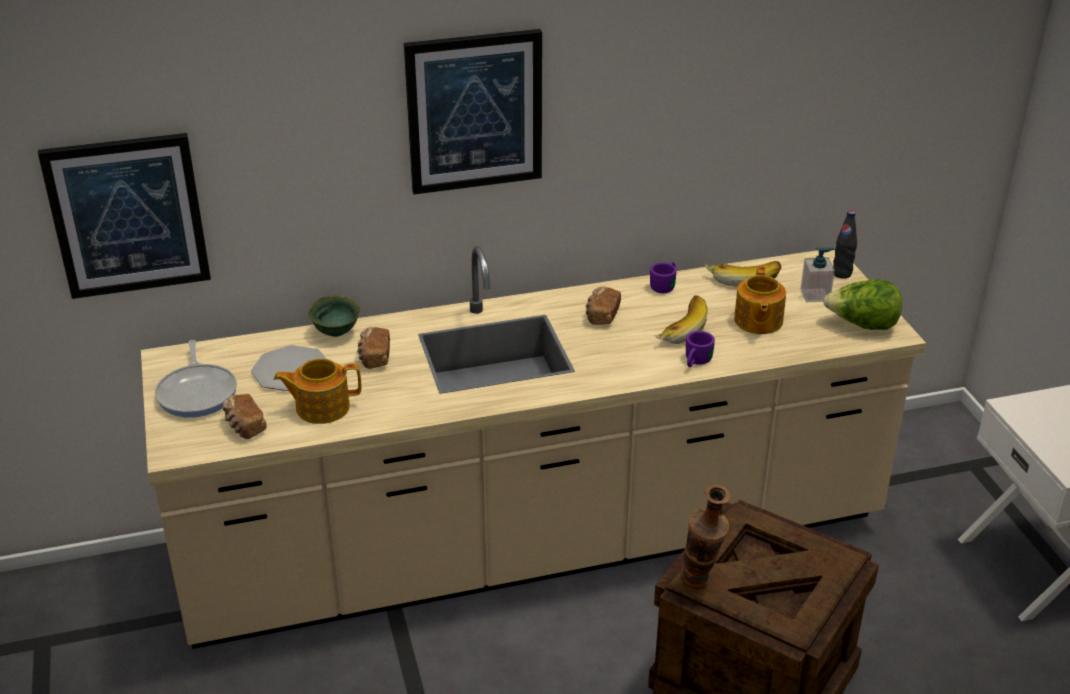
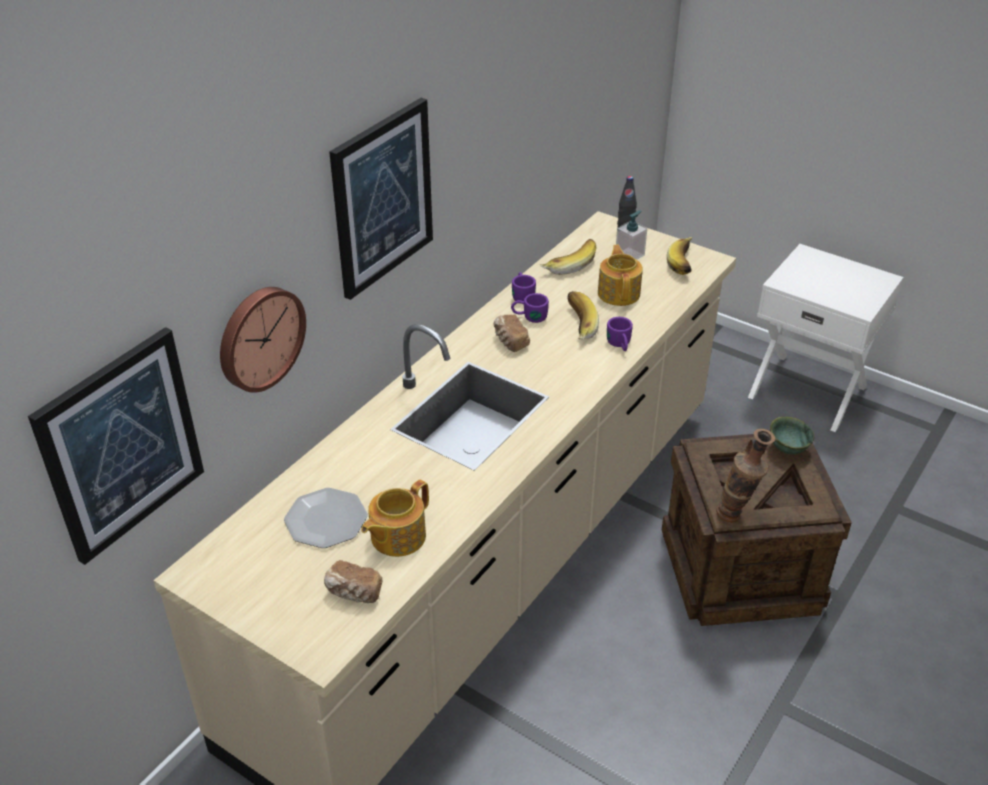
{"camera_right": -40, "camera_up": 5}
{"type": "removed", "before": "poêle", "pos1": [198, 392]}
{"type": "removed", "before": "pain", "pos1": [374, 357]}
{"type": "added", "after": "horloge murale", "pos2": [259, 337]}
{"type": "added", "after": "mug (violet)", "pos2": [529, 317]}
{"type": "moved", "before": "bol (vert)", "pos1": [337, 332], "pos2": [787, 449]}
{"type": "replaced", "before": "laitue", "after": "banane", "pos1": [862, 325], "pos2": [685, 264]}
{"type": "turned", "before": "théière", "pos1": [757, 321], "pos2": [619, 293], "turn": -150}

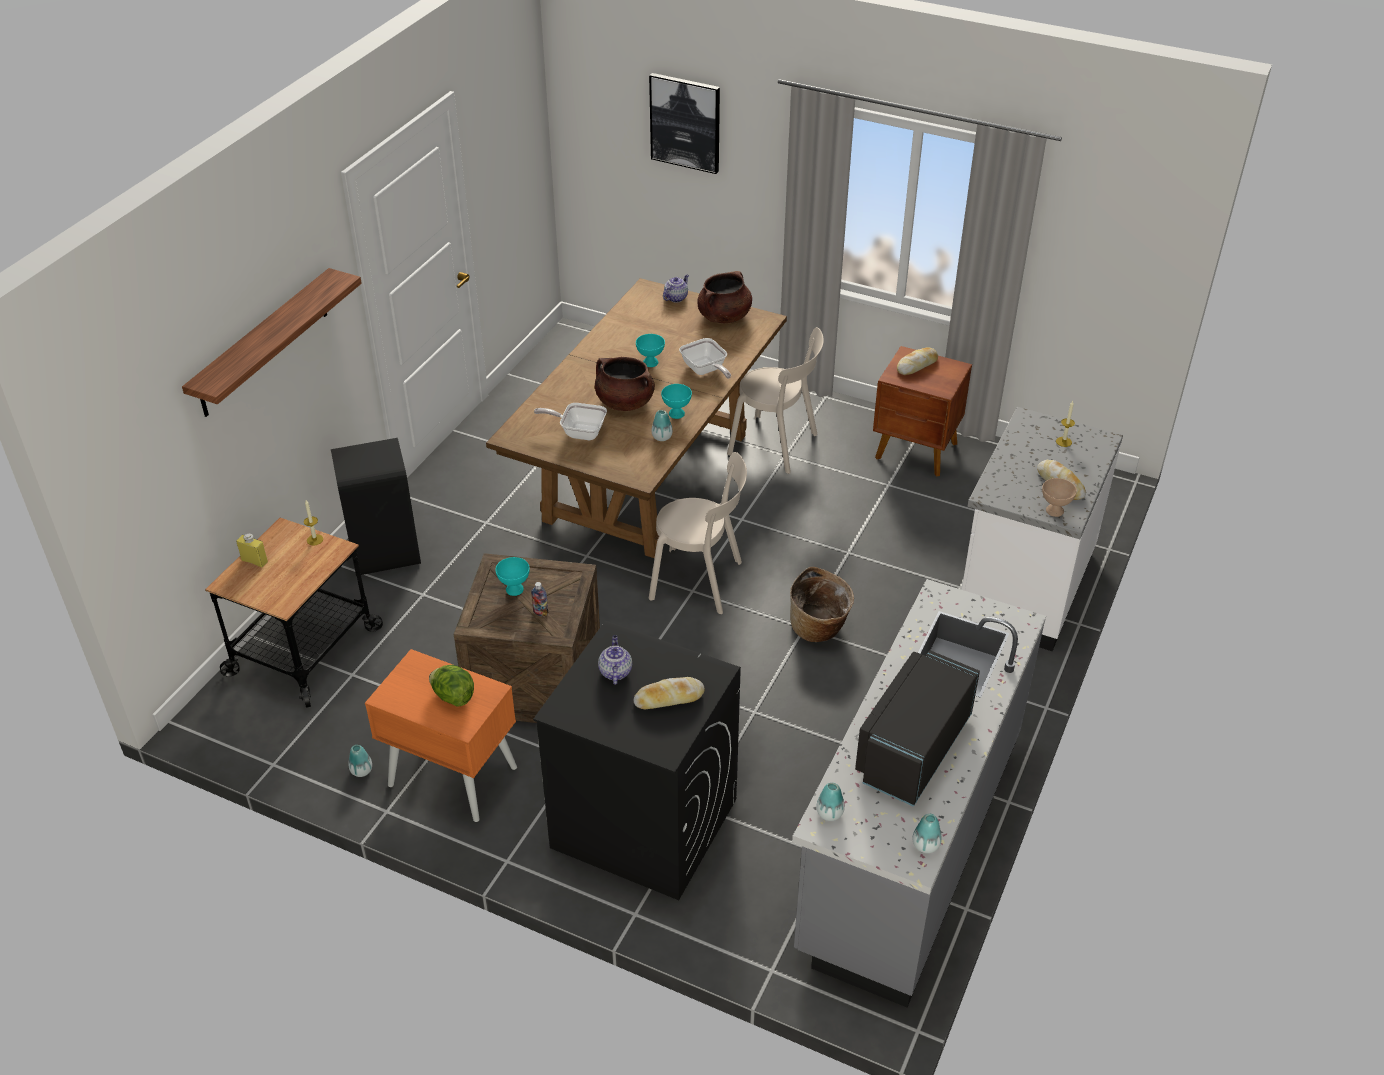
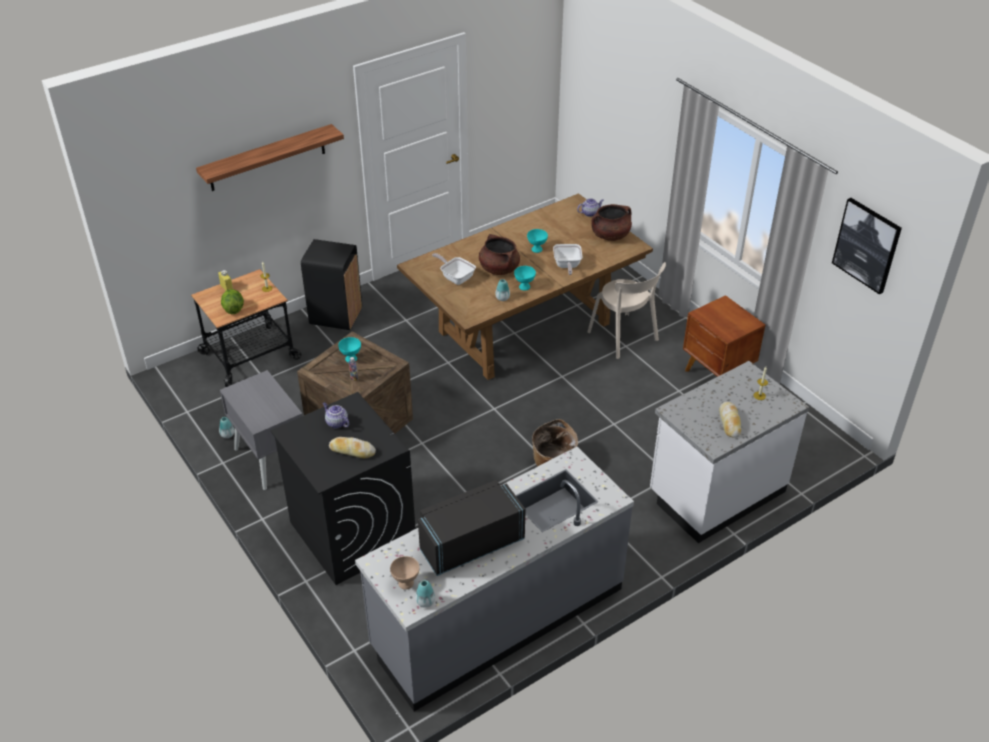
{"camera_right": 30, "camera_up": 0}
{"type": "removed", "before": "chaise (beige)", "pos1": [700, 581]}
{"type": "removed", "before": "vase", "pos1": [829, 813]}
{"type": "removed", "before": "pain", "pos1": [917, 365]}
{"type": "moved", "before": "laitue", "pos1": [453, 696], "pos2": [233, 309]}
{"type": "moved", "before": "tableau", "pos1": [685, 122], "pos2": [867, 245]}
{"type": "moved", "before": "bol (beige)", "pos1": [1054, 510], "pos2": [405, 583]}
{"type": "recoloured", "before": "table de chevet (orange)", "after": "table de chevet (gris)", "pos1": [451, 776], "pos2": [271, 458]}
{"type": "turned", "before": "théière", "pos1": [615, 671], "pos2": [336, 423], "turn": -75}

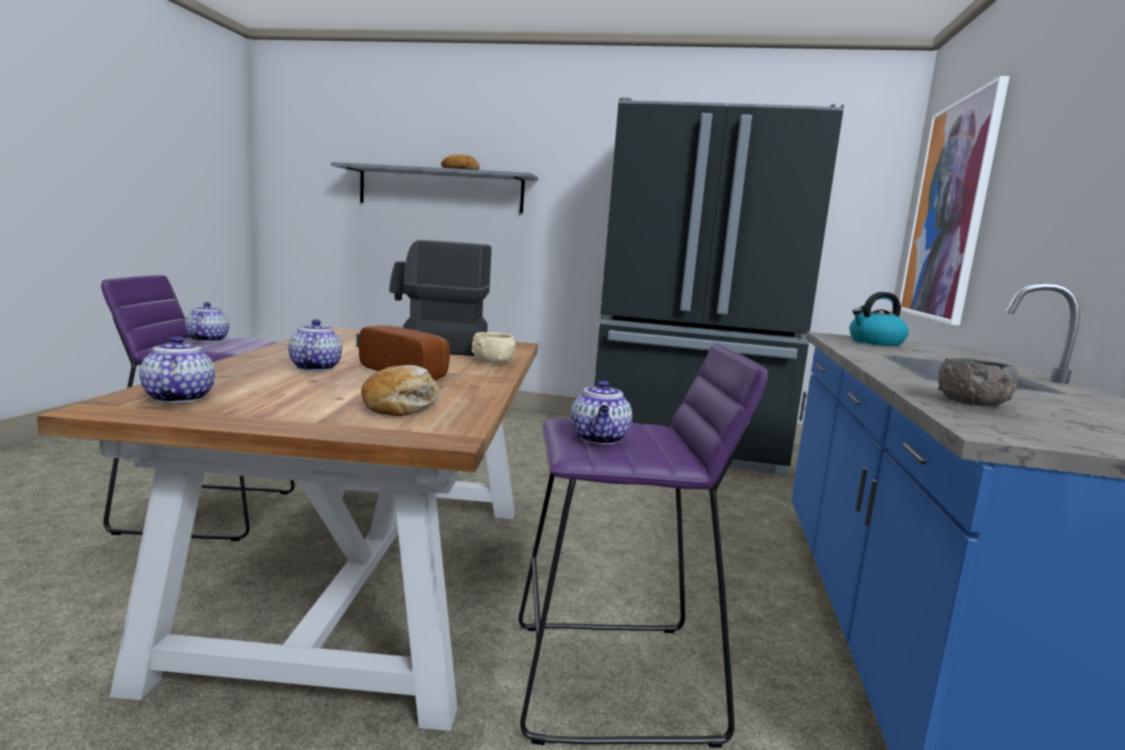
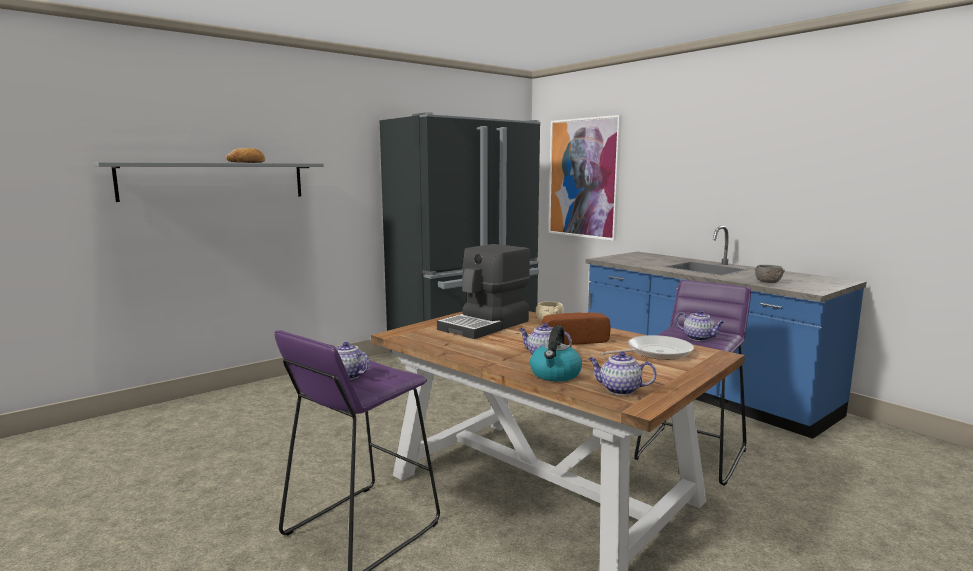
{"camera_right": -50, "camera_up": 0}
{"type": "moved", "before": "bouilloire", "pos1": [875, 342], "pos2": [555, 374]}
{"type": "replaced", "before": "pain", "after": "poêle", "pos1": [402, 405], "pos2": [655, 352]}

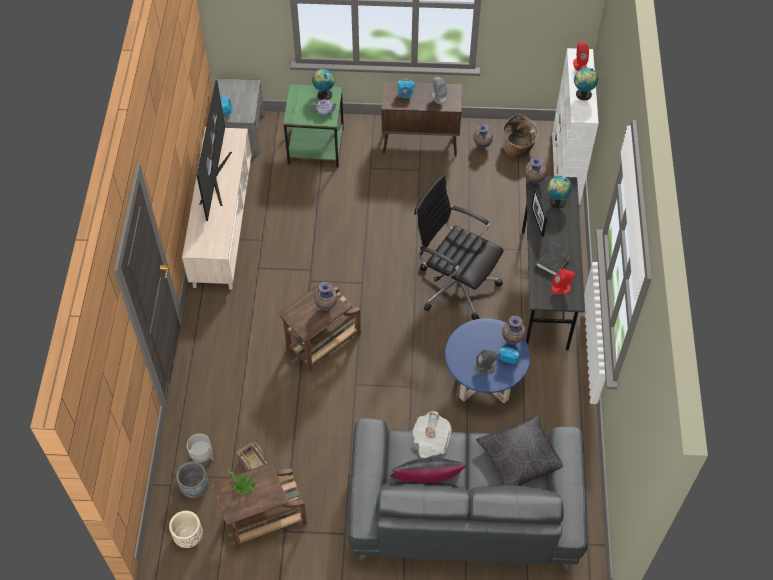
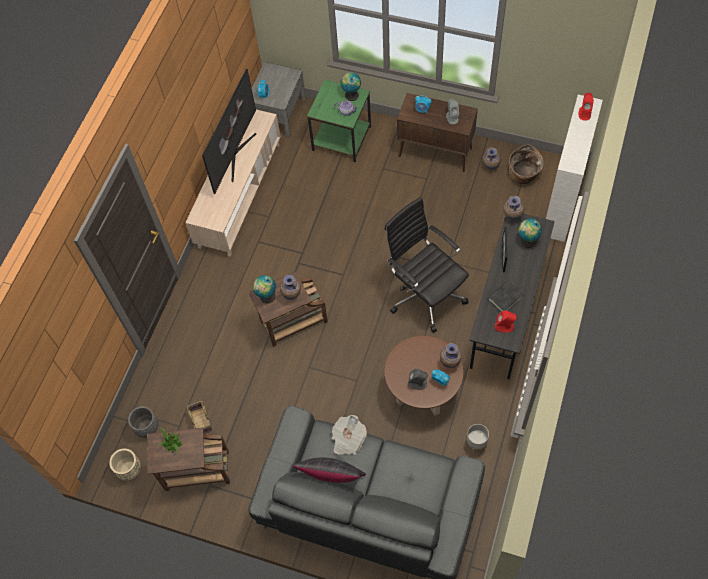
{"camera_right": 20, "camera_up": 5}
{"type": "removed", "before": "coussin (noir)", "pos1": [520, 459]}
{"type": "moved", "before": "cache-pot (gris)", "pos1": [202, 458], "pos2": [475, 444]}
{"type": "moved", "before": "globe", "pos1": [582, 95], "pos2": [266, 297]}
{"type": "recoloured", "before": "table basse (bleu)", "after": "table basse (marron)", "pos1": [483, 382], "pos2": [422, 391]}

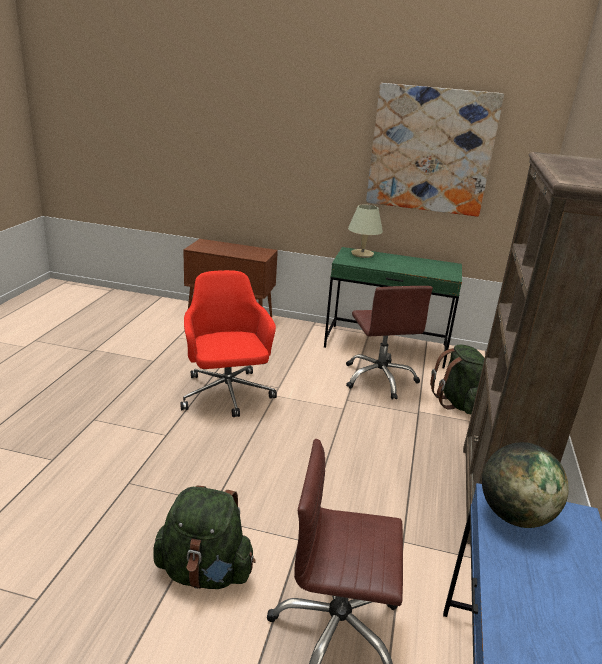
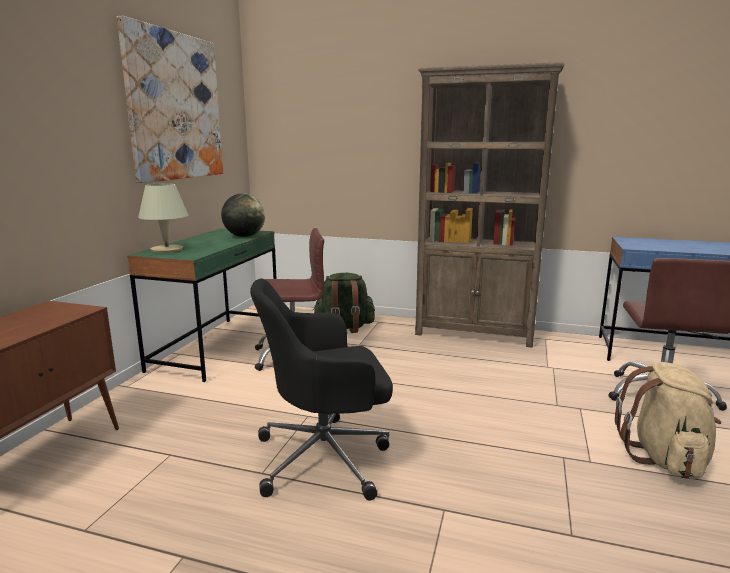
{"camera_right": -85, "camera_up": -10}
{"type": "moved", "before": "globe", "pos1": [514, 515], "pos2": [244, 236]}
{"type": "recoloured", "before": "sac à dos (vert)", "after": "sac à dos (beige)", "pos1": [205, 572], "pos2": [664, 458]}
{"type": "recoloured", "before": "chaise de bureau (rouge)", "after": "chaise de bureau (noir)", "pos1": [226, 395], "pos2": [326, 457]}

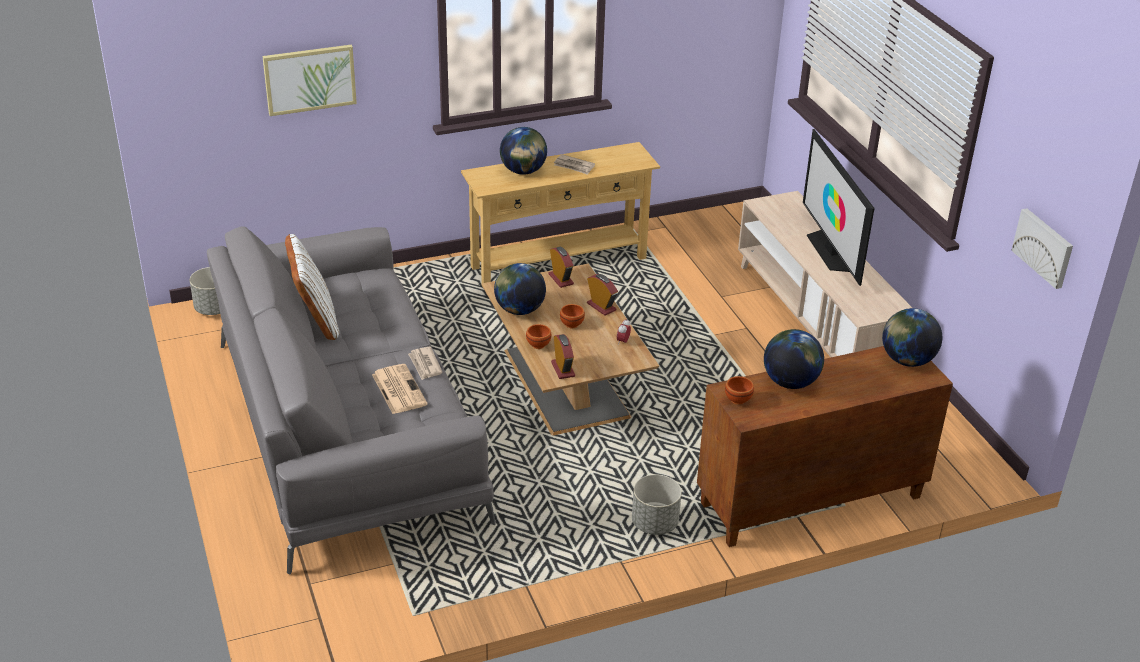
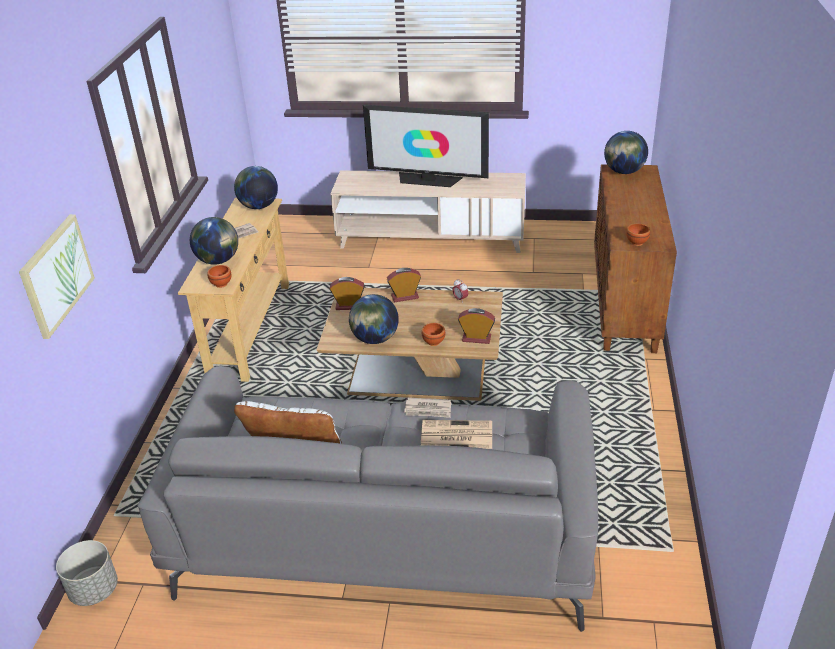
{"camera_right": -60, "camera_up": 0}
{"type": "removed", "before": "cache-pot (gris)", "pos1": [655, 523]}
{"type": "removed", "before": "tableau", "pos1": [1044, 247]}
{"type": "moved", "before": "bol (marron)", "pos1": [572, 324], "pos2": [221, 284]}
{"type": "moved", "before": "globe", "pos1": [790, 382], "pos2": [258, 206]}

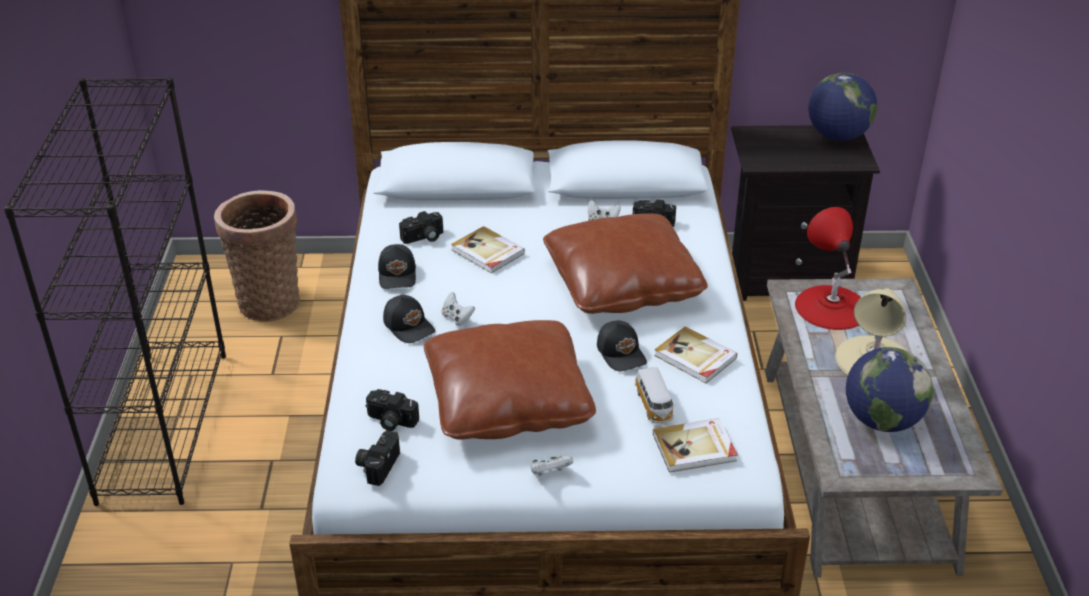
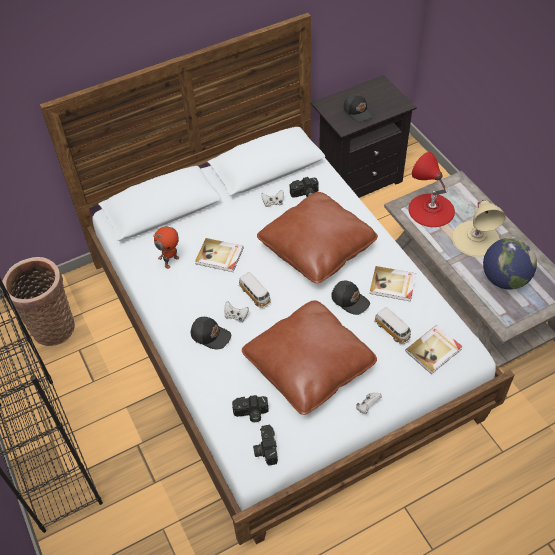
{"camera_right": -25, "camera_up": 15}
{"type": "removed", "before": "globe", "pos1": [837, 136]}
{"type": "added", "after": "petite voiture", "pos2": [255, 295]}
{"type": "moved", "before": "casquette (noir)", "pos1": [398, 275], "pos2": [358, 111]}
{"type": "replaced", "before": "appareil photo", "after": "robot jouet", "pos1": [423, 238], "pos2": [171, 261]}

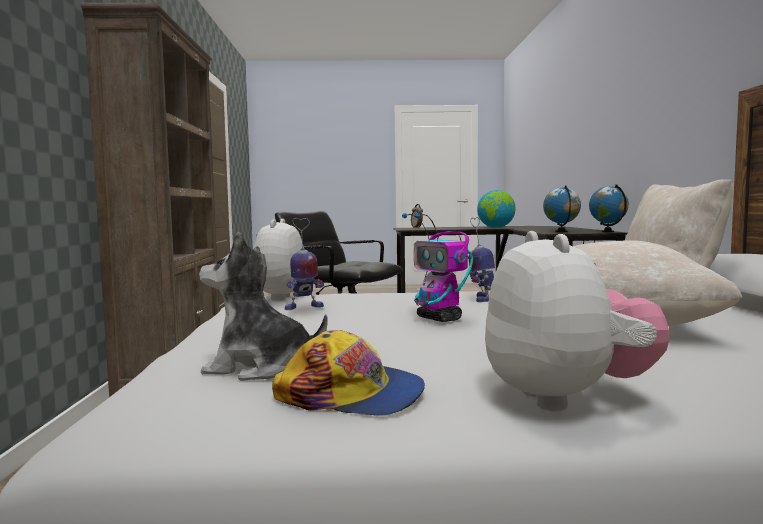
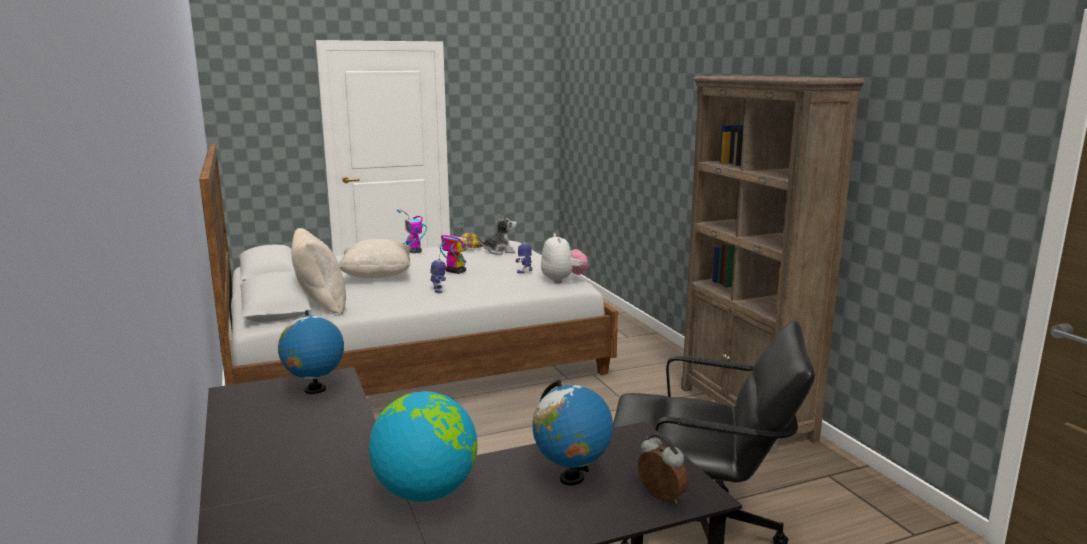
{"camera_right": 160, "camera_up": 10}
{"type": "moved", "before": "globe", "pos1": [608, 232], "pos2": [571, 478]}
{"type": "replaced", "before": "peluche", "after": "robot jouet", "pos1": [566, 398], "pos2": [414, 251]}

